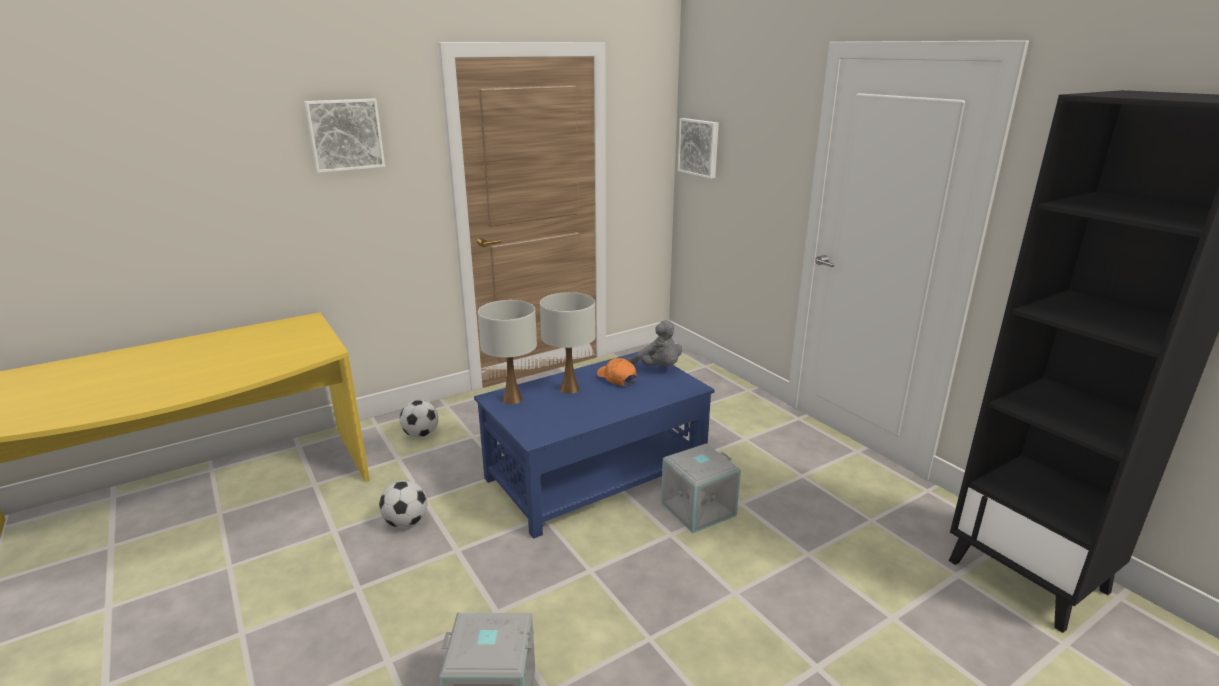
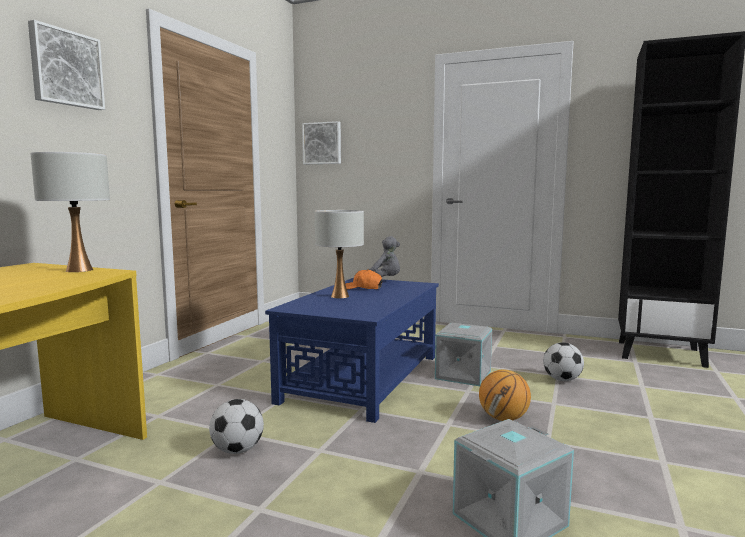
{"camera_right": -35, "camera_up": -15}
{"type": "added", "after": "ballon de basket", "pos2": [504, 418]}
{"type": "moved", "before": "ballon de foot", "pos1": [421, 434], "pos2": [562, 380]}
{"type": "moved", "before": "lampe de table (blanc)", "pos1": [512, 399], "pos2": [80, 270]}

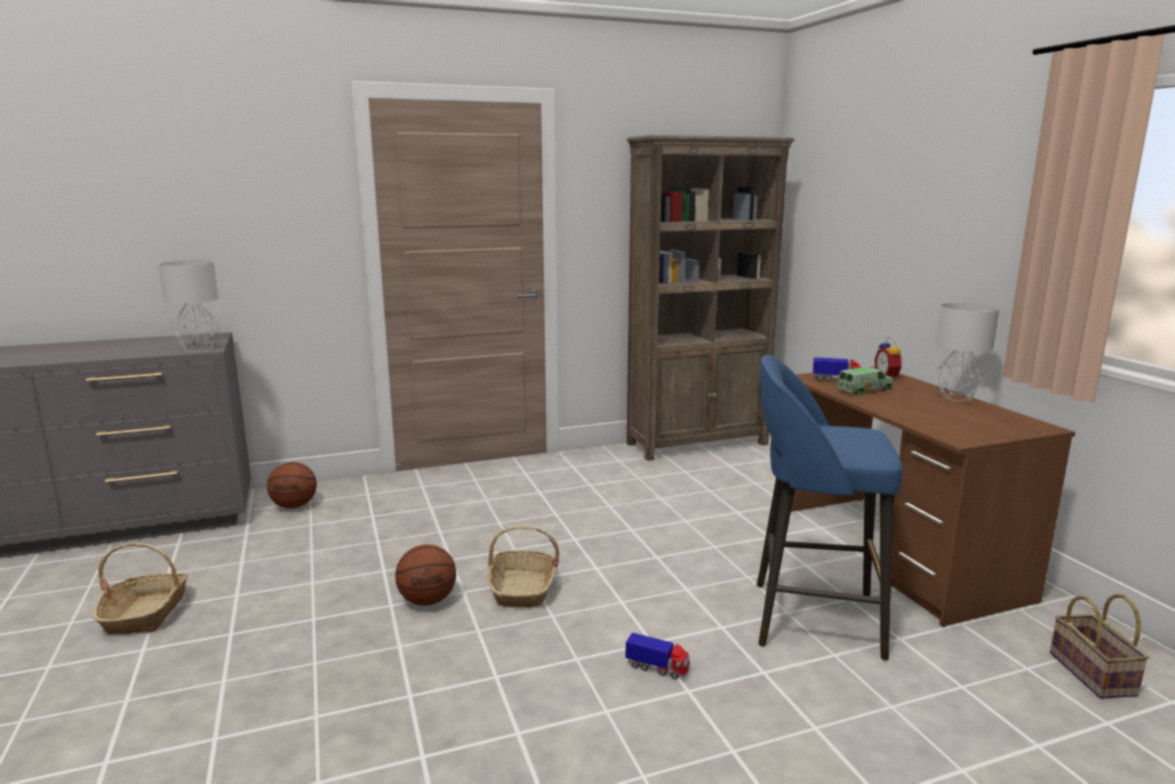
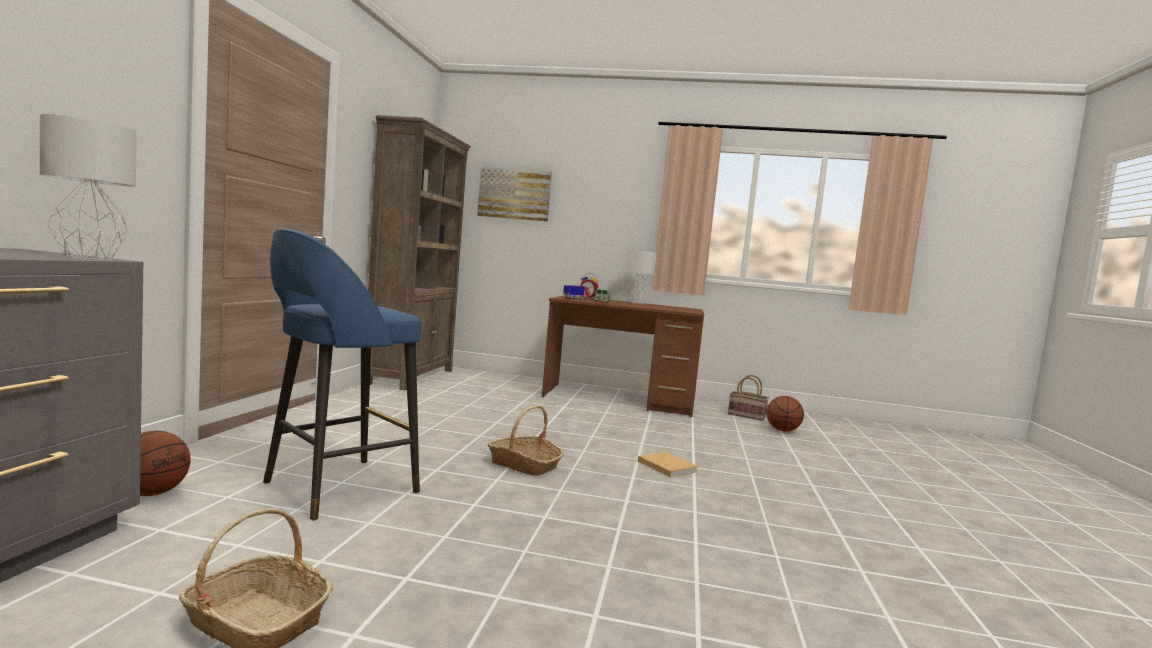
{"camera_right": -60, "camera_up": -10}
{"type": "added", "after": "tableau", "pos2": [514, 194]}
{"type": "moved", "before": "ballon de basket", "pos1": [428, 600], "pos2": [782, 430]}
{"type": "moved", "before": "tabouret (bleu)", "pos1": [811, 618], "pos2": [336, 488]}
{"type": "replaced", "before": "camion jouet", "after": "livre (beige)", "pos1": [657, 669], "pos2": [666, 466]}

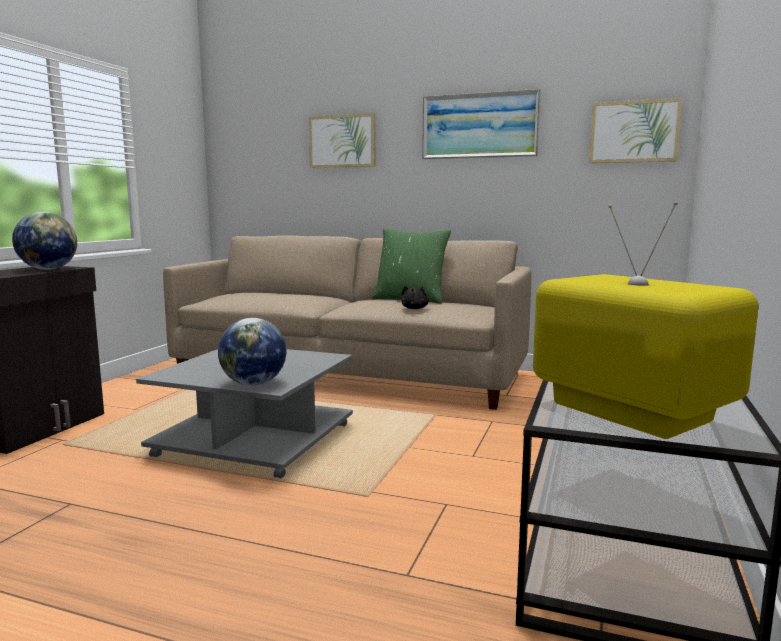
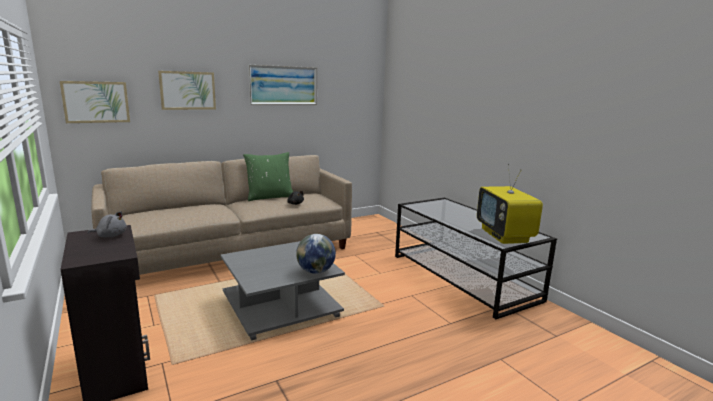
{"camera_right": -50, "camera_up": 5}
{"type": "moved", "before": "tableau", "pos1": [634, 132], "pos2": [96, 102]}
{"type": "replaced", "before": "globe", "after": "peluche (gris)", "pos1": [48, 269], "pos2": [110, 236]}
{"type": "turned", "before": "téléviseur", "pos1": [626, 412], "pos2": [505, 236], "turn": -105}

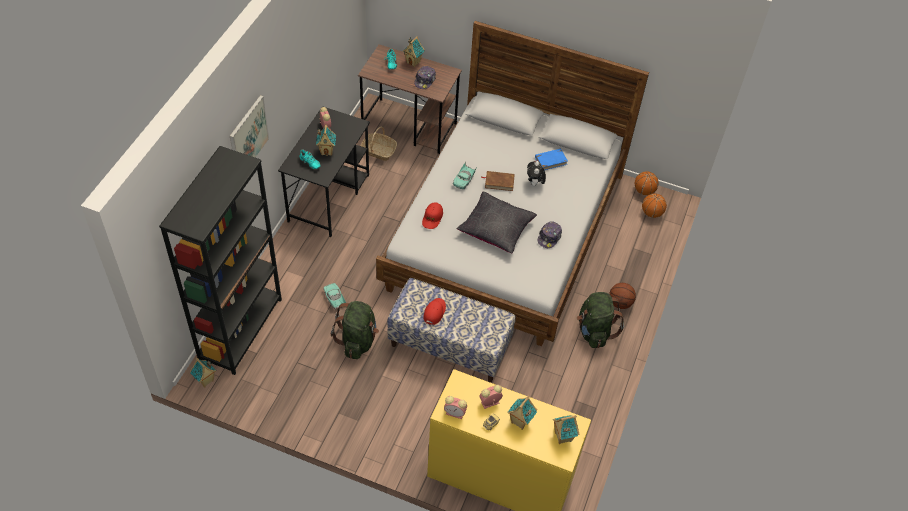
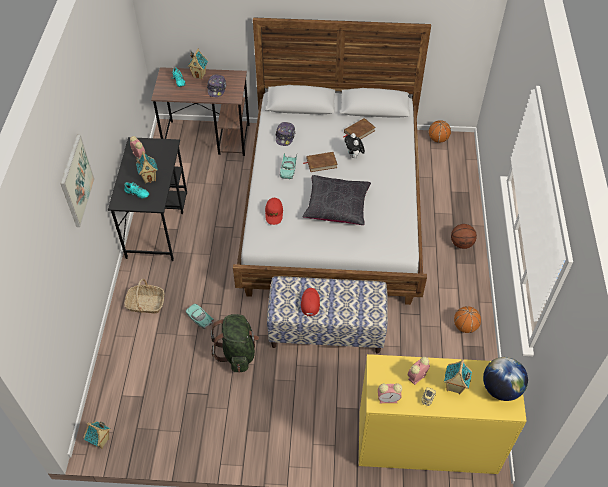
{"camera_right": -15, "camera_up": 0}
{"type": "removed", "before": "bibliothèque (noir)", "pos1": [241, 329]}
{"type": "removed", "before": "sac à dos (vert)", "pos1": [594, 331]}
{"type": "moved", "before": "panier", "pos1": [378, 151], "pos2": [145, 303]}
{"type": "moved", "before": "casquette", "pos1": [549, 237], "pos2": [285, 136]}
{"type": "moved", "before": "ballon de basket", "pos1": [651, 213], "pos2": [465, 326]}
{"type": "replaced", "before": "maison miniature", "after": "globe", "pos1": [562, 437], "pos2": [501, 388]}
{"type": "recoloured", "before": "livre (bleu)", "after": "livre (marron)", "pos1": [550, 161], "pos2": [359, 131]}

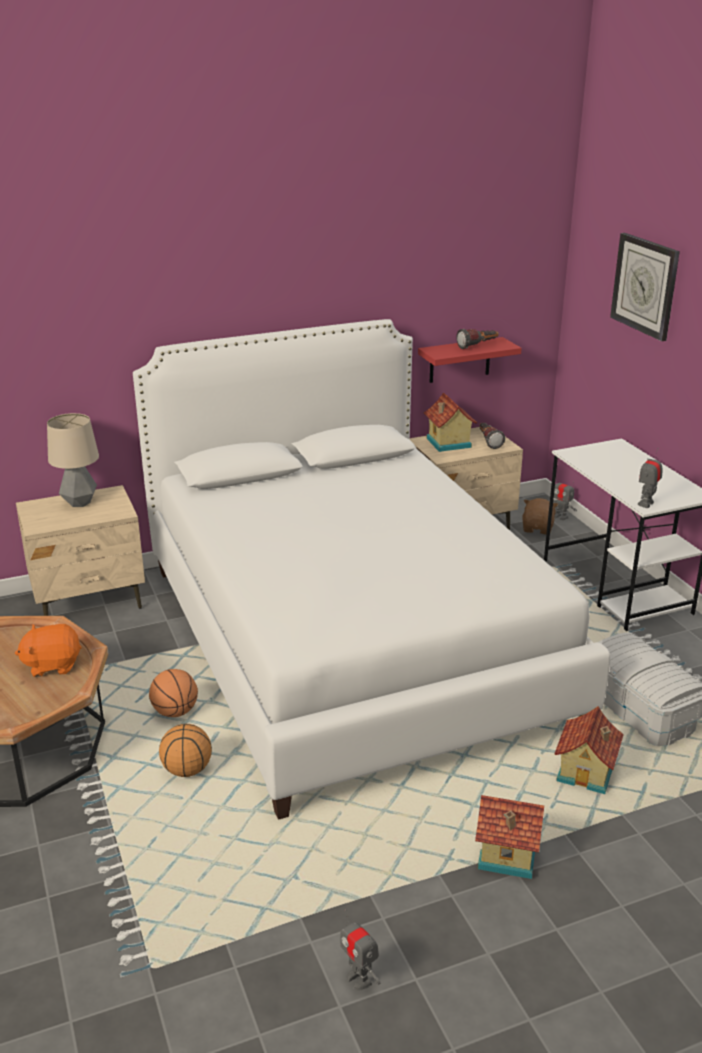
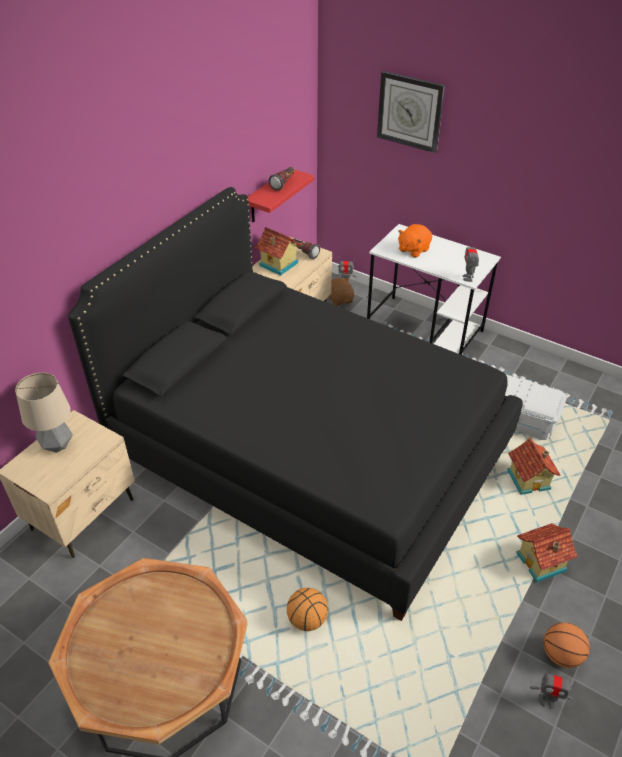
{"camera_right": -35, "camera_up": 15}
{"type": "moved", "before": "peluche (orange)", "pos1": [52, 665], "pos2": [413, 250]}
{"type": "moved", "before": "ballon de basket", "pos1": [175, 712], "pos2": [561, 655]}
{"type": "recoloured", "before": "lit (blanc)", "after": "lit (noir)", "pos1": [351, 641], "pos2": [310, 451]}

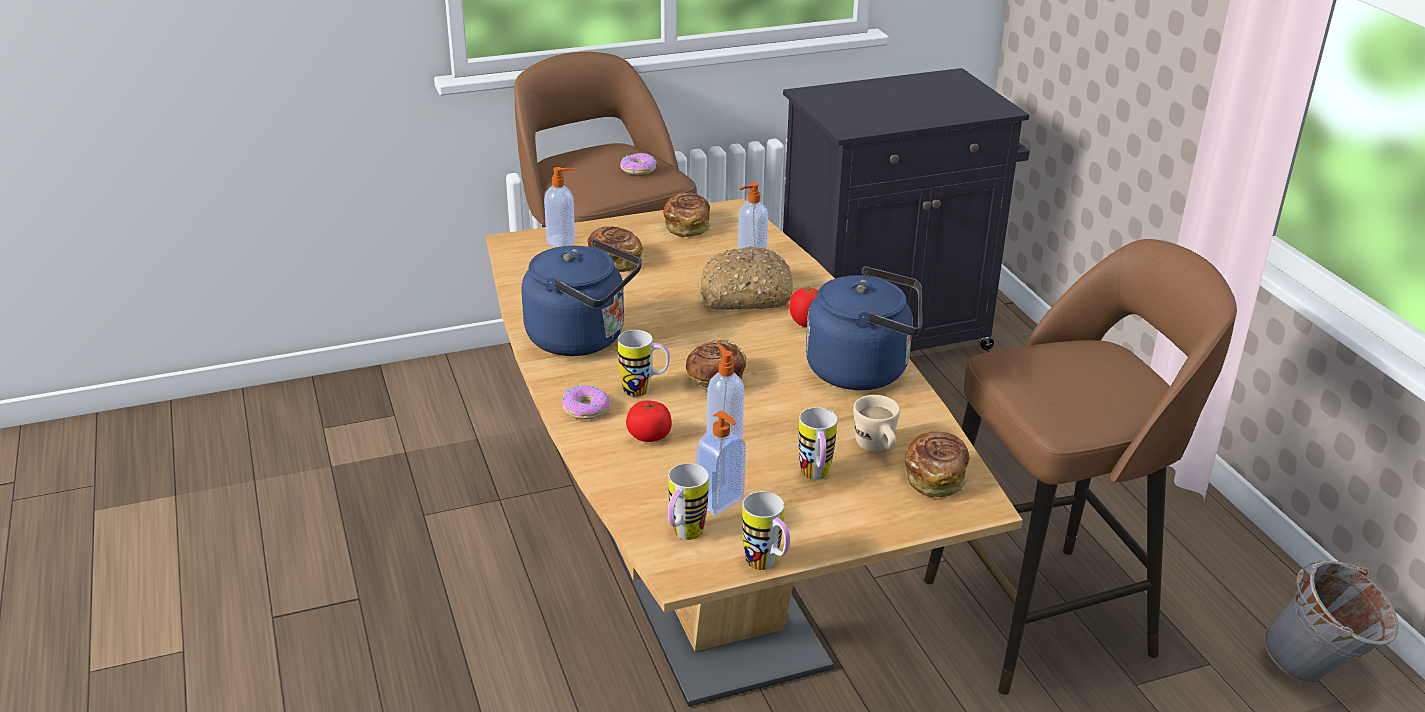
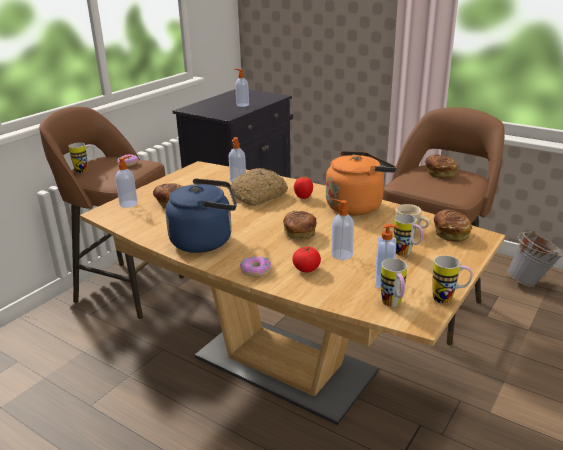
{"camera_right": -35, "camera_up": -5}
{"type": "added", "after": "distributeur de savon", "pos2": [242, 105]}
{"type": "moved", "before": "mug", "pos1": [644, 391], "pos2": [85, 170]}
{"type": "moved", "before": "pain", "pos1": [687, 226], "pos2": [439, 173]}
{"type": "recoloured", "before": "bouilloire (bleu)", "after": "bouilloire (orange)", "pos1": [864, 370], "pos2": [356, 206]}

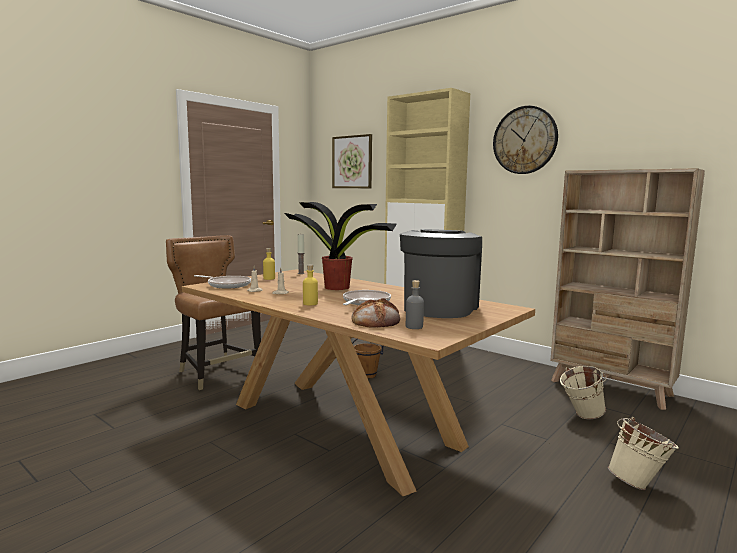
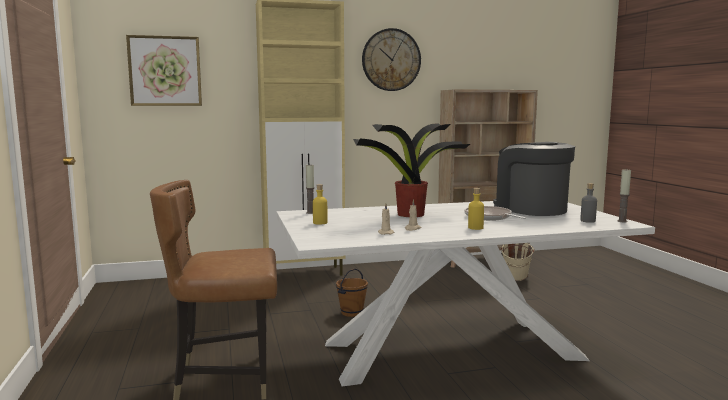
{"camera_right": -55, "camera_up": 0}
{"type": "removed", "before": "poêle", "pos1": [227, 285]}
{"type": "removed", "before": "pain", "pos1": [376, 321]}
{"type": "removed", "before": "seau (beige)", "pos1": [639, 484]}
{"type": "added", "after": "bougie", "pos2": [622, 221]}
{"type": "recoloured", "before": "table à manger (marron)", "after": "table à manger (blanc)", "pos1": [341, 424], "pos2": [449, 350]}

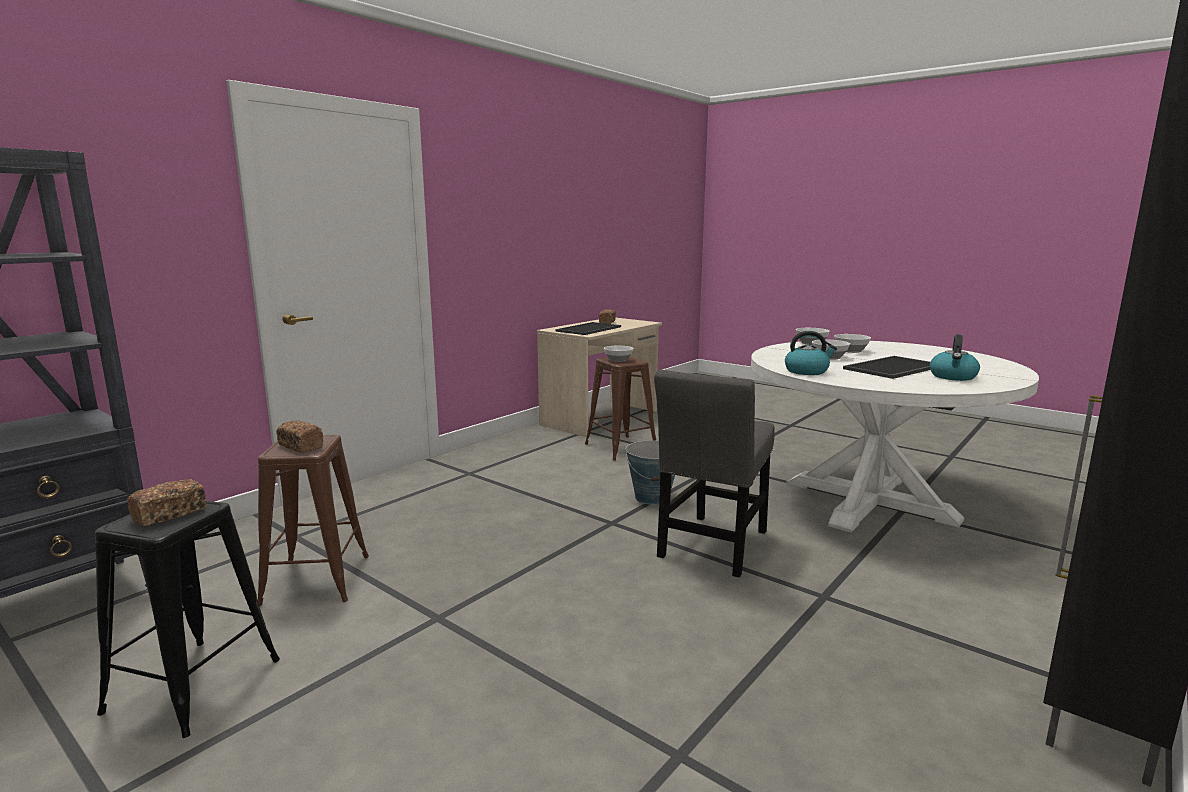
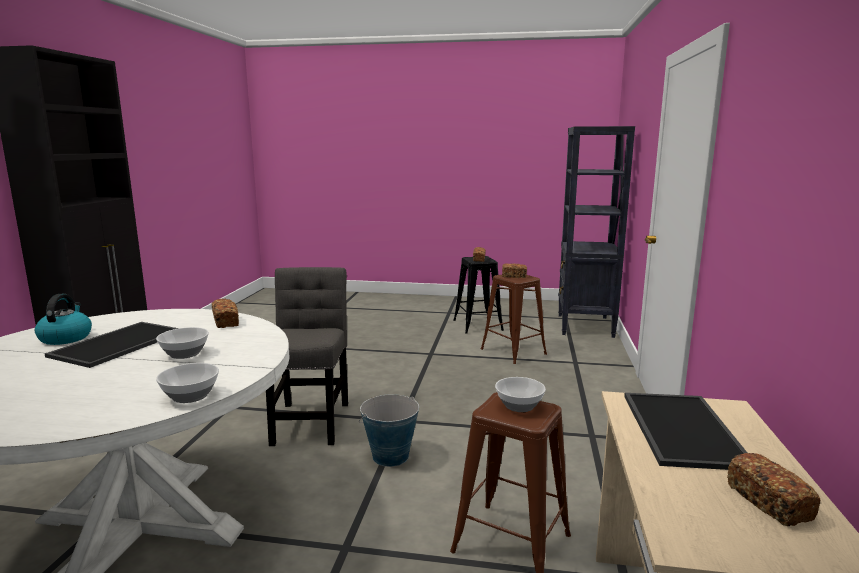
{"camera_right": 150, "camera_up": 0}
{"type": "removed", "before": "bol", "pos1": [850, 351]}
{"type": "replaced", "before": "bouilloire", "after": "pain", "pos1": [807, 371], "pos2": [226, 322]}

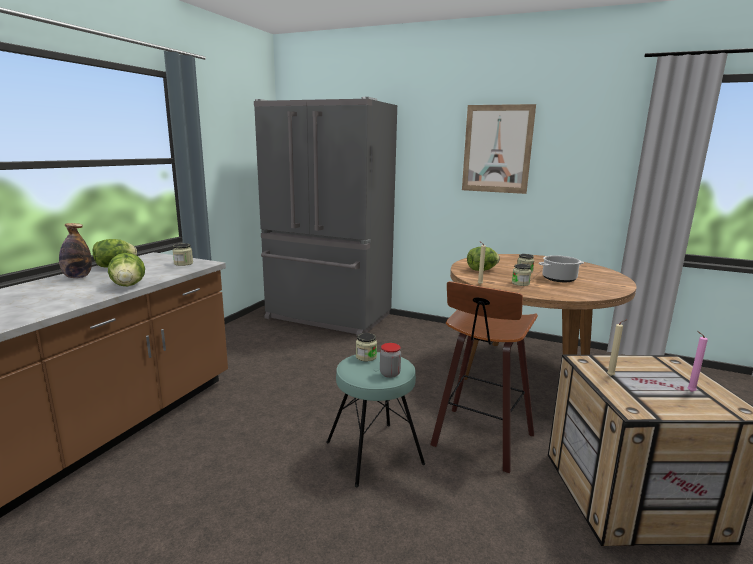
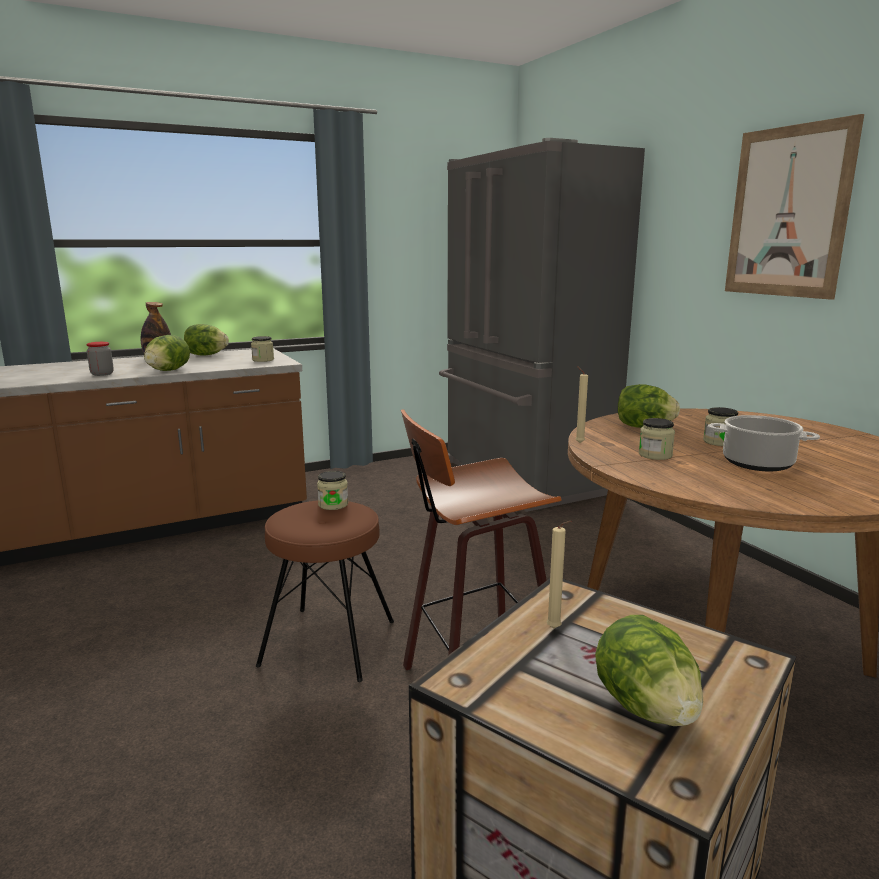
{"camera_right": 40, "camera_up": 0}
{"type": "moved", "before": "bocal", "pos1": [389, 374], "pos2": [102, 374]}
{"type": "replaced", "before": "bougie (rose)", "after": "laitue", "pos1": [689, 391], "pos2": [645, 708]}
{"type": "recoloured", "before": "tabouret (turquoise)", "after": "tabouret (marron)", "pos1": [374, 453], "pos2": [328, 643]}

